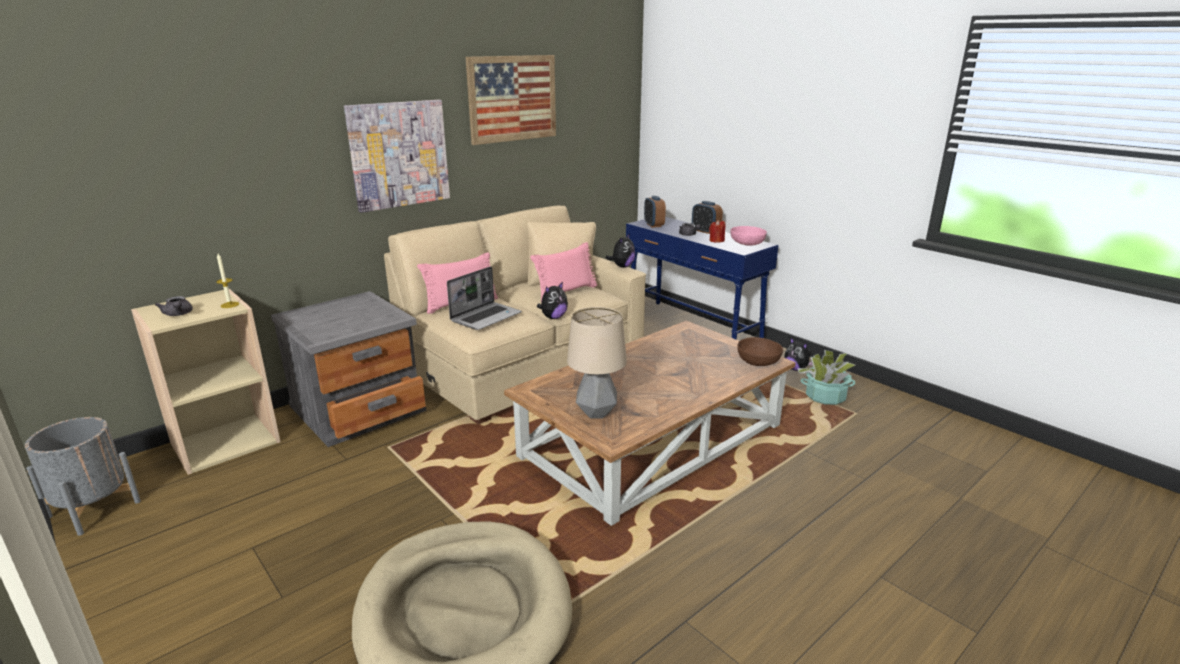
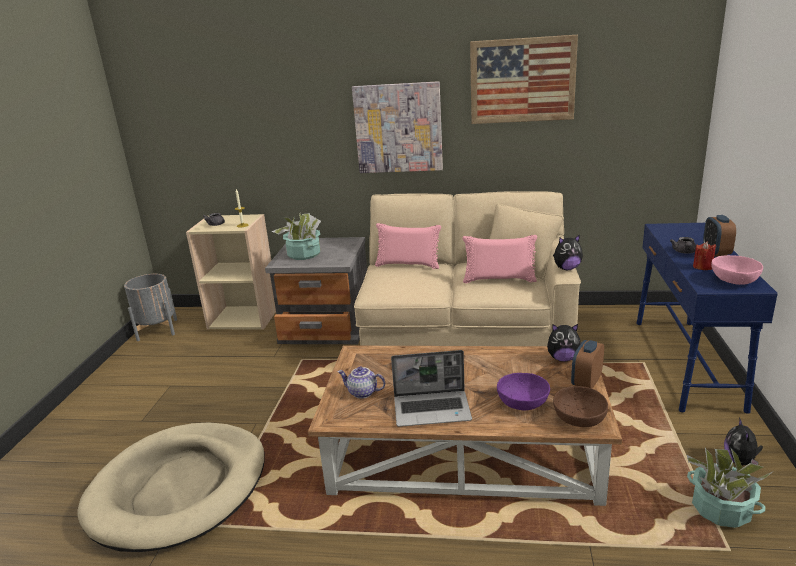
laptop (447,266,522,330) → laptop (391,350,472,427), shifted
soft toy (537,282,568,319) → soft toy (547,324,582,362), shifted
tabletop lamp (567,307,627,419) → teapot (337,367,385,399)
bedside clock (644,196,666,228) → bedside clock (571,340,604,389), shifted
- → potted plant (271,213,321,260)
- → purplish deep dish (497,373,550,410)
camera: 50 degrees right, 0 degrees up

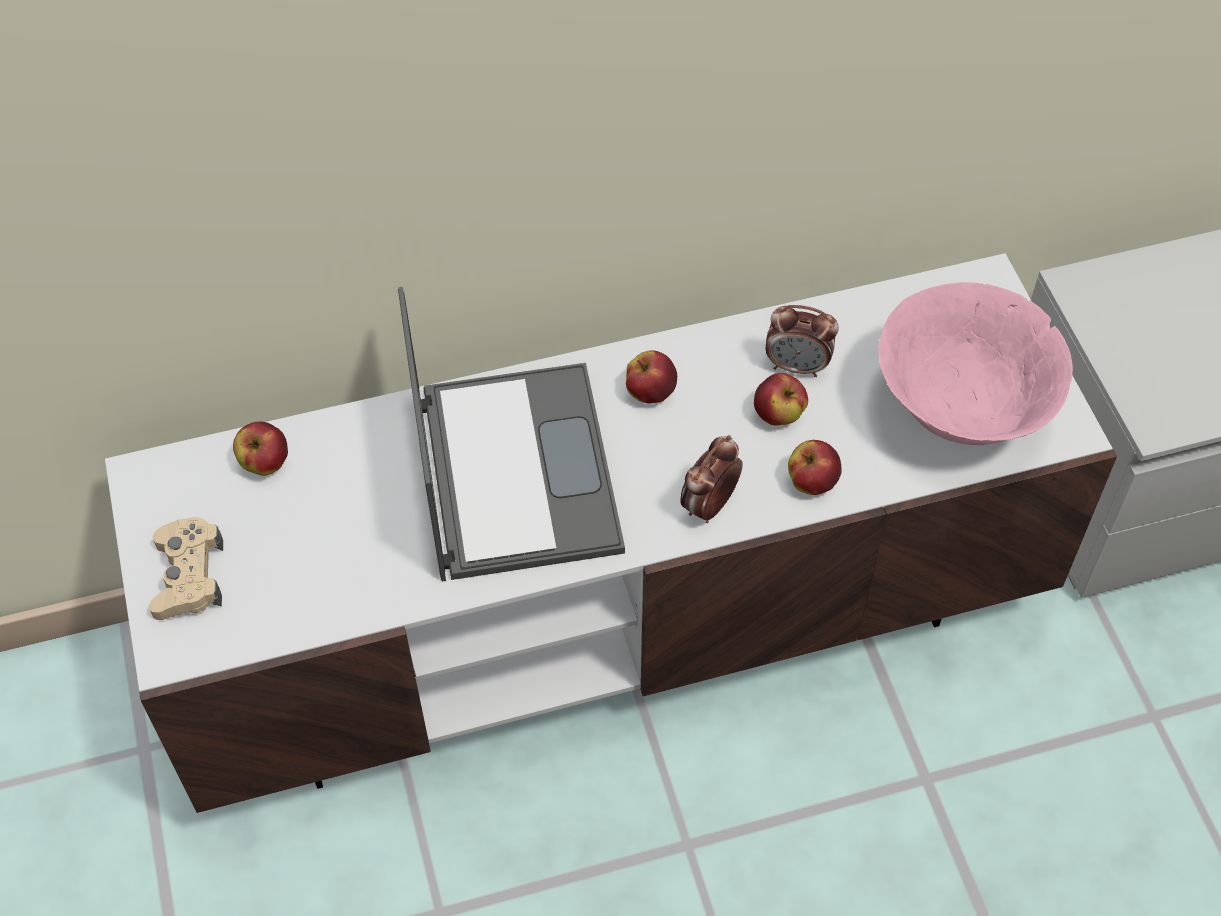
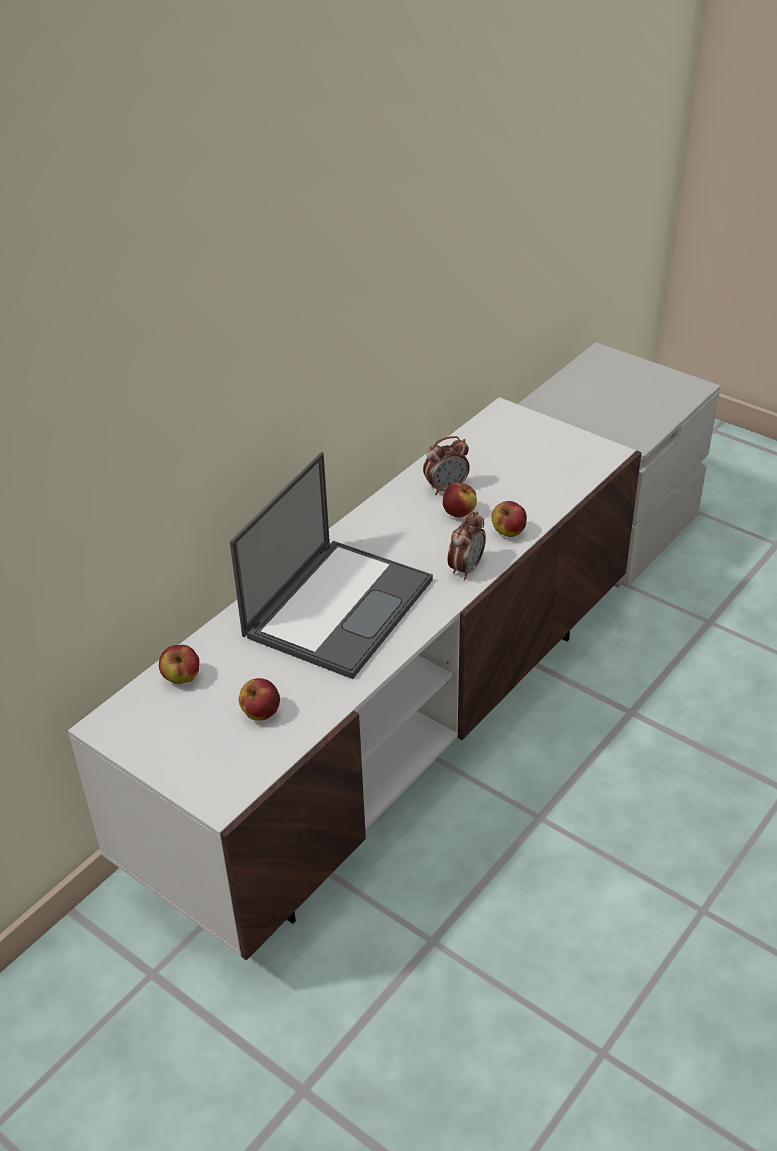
sand-coloured game controller (149,517,223,620) → -
laptop (398,287,625,581) → laptop (230,452,433,679), 75 degrees clockwise
apple fruit (626,350,677,403) → apple fruit (239,678,280,721), shifted
bedside clock (680,435,743,523) → bedside clock (447,511,486,579), 150 degrees counterclockwise
pink deep dish (878,282,1073,445) → -
camera: 35 degrees left, 15 degrees down

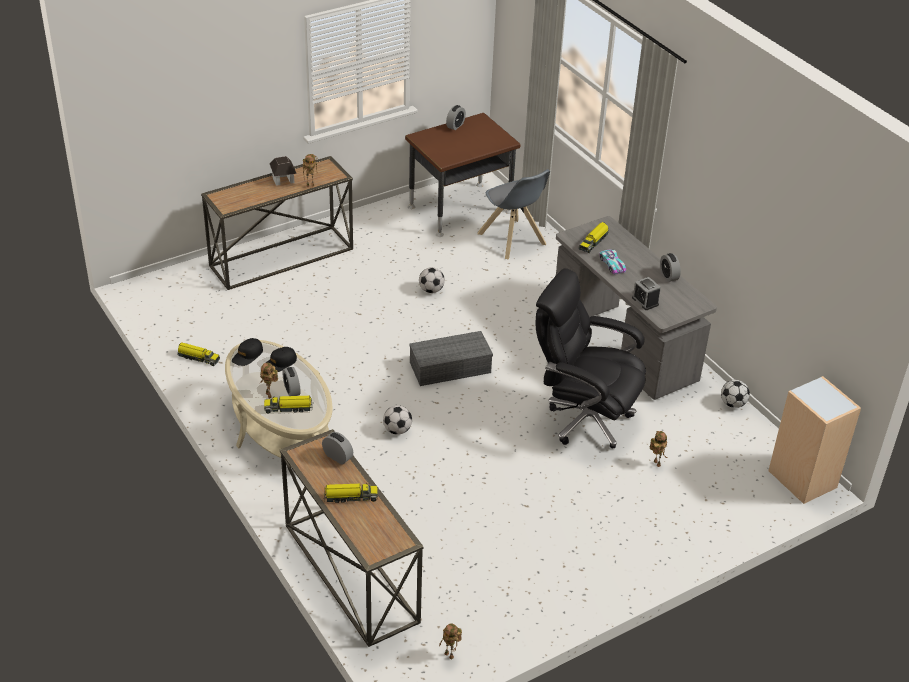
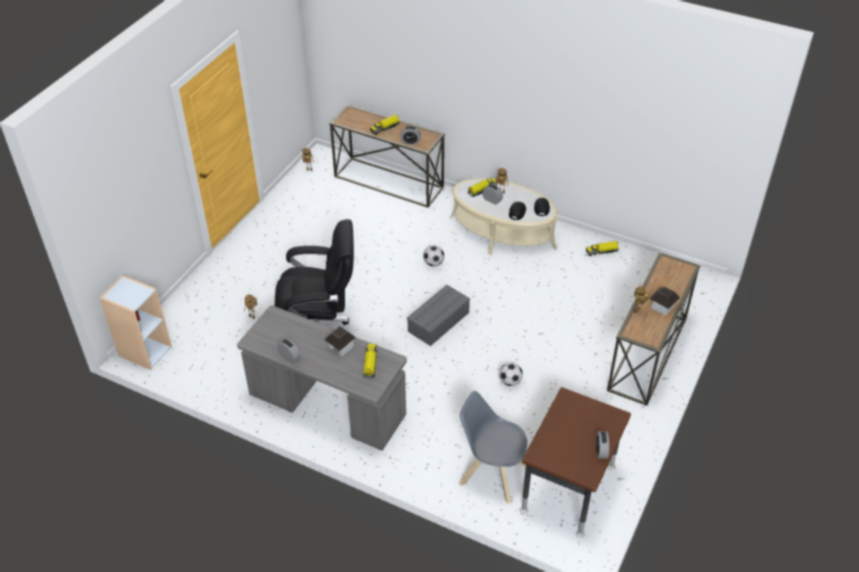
toy car (600,249,626,275) → toy house (324,326,356,356)
bedside clock (632,277,661,310) → -
football (721,380,750,408) → -
camera: 150 degrees right, 5 degrees up

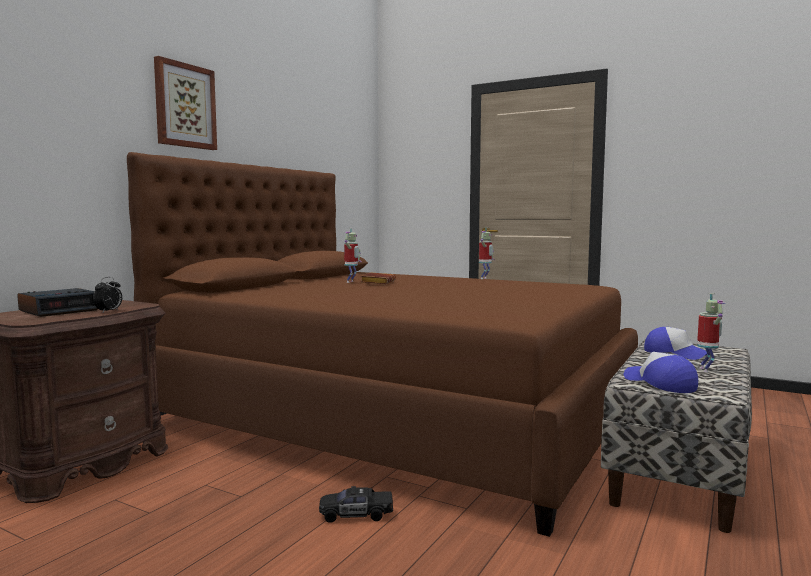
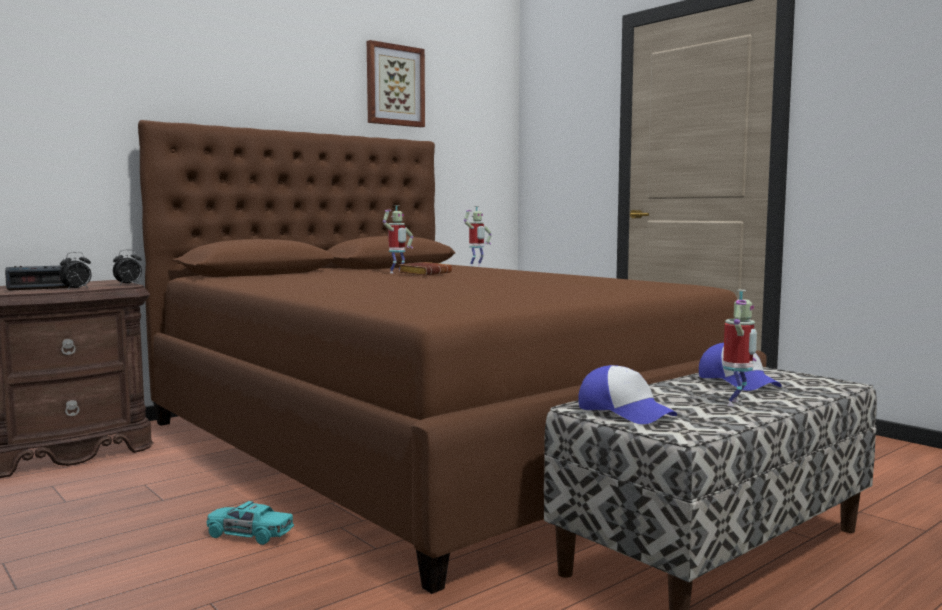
picture (154,56,217,150) → picture (367,40,425,127), shifted
black toy car (319,486,393,523) → turquoise-coloured toy car (206,501,294,545)
toy robot (479,227,495,279) → toy robot (464,206,492,266), shifted
peaked cap (624,352,698,393) → peaked cap (578,365,677,424), 150 degrees clockwise
- → bedside clock (113,250,142,285)
camera: 20 degrees right, 0 degrees up

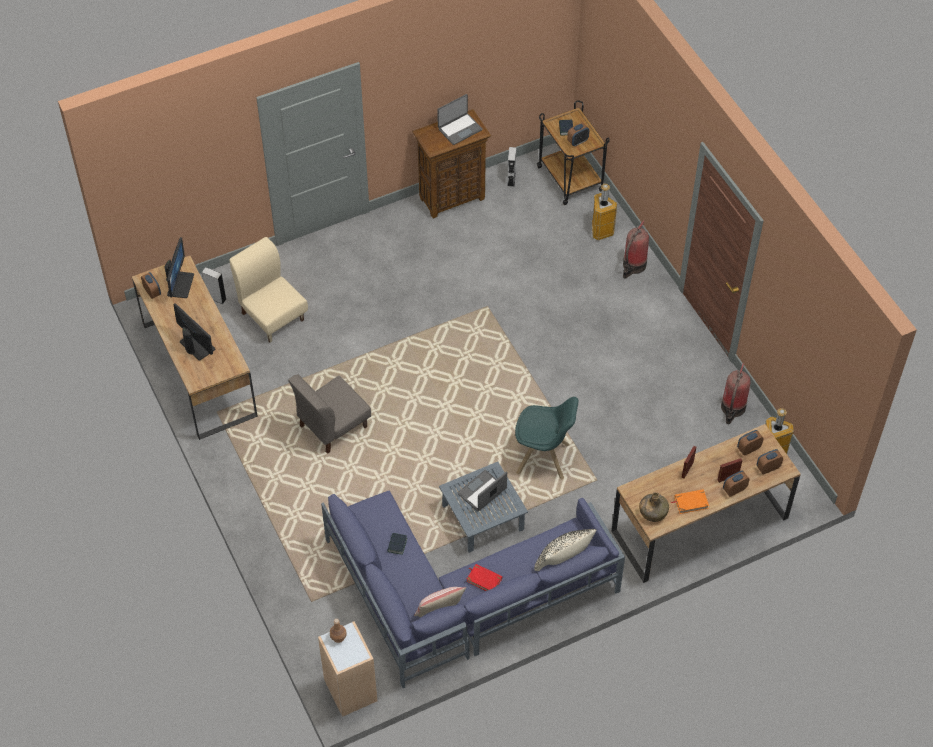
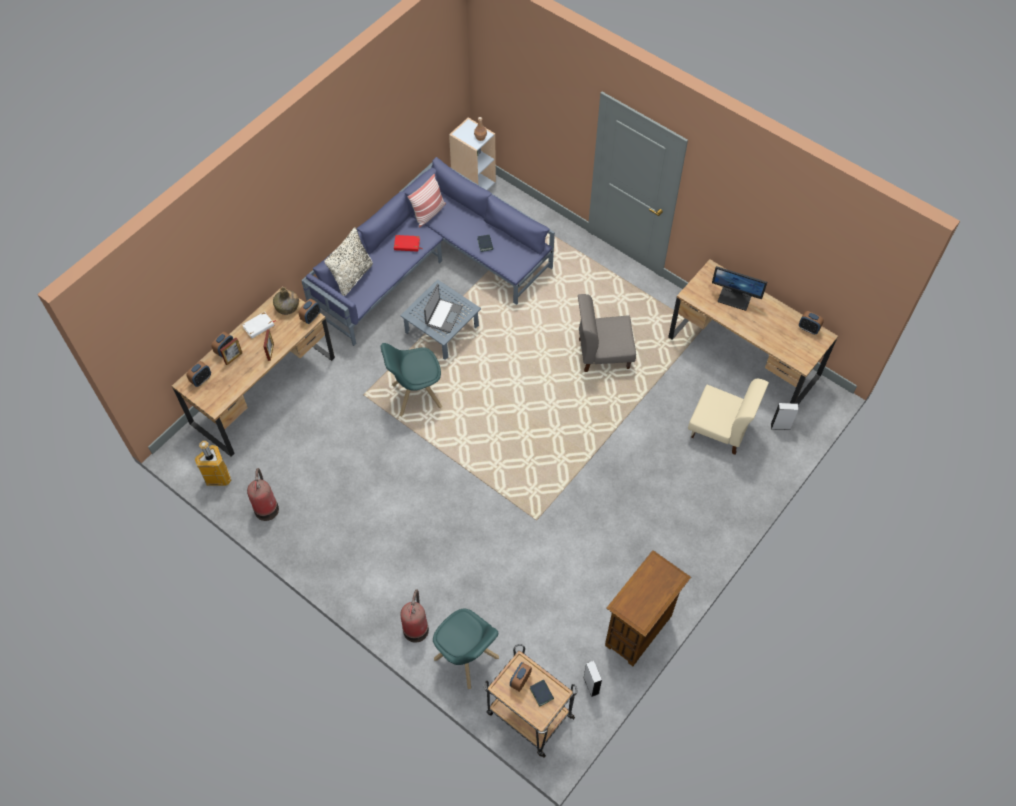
computer display (165,237,194,298) → -
gray chair (288,375,371,454) → gray chair (578,294,636,372), 120 degrees counterclockwise
laptop (437,94,483,145) → -
waste bin (592,184,617,240) → turquoise-coloured chair (433,609,499,689)
orange book (671,489,709,514) → white book (242,312,276,338)
bedside clock (737,430,764,455) → bedside clock (299,299,320,324), shifted
camera: 155 degrees right, 5 degrees up

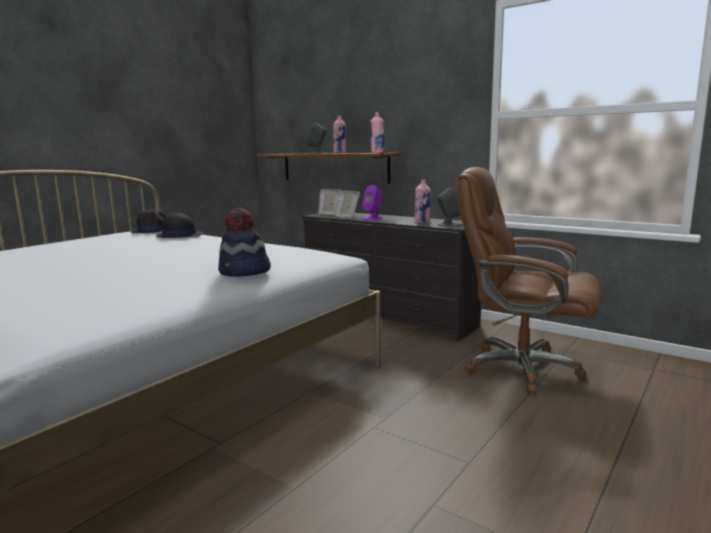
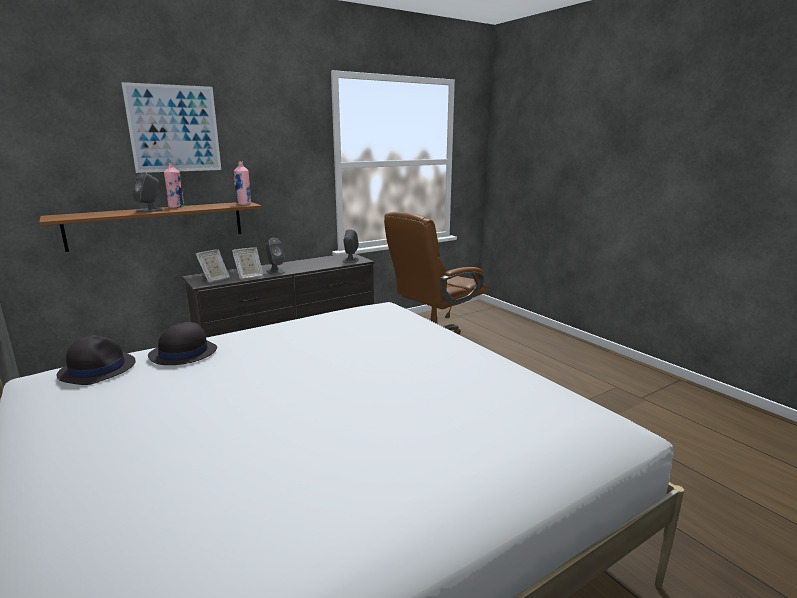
wearable hat (218,208,271,277) → -
purplish loudspeaker (362,185,383,221) → gray loudspeaker (266,238,285,275)
pink drink bottle (415,179,431,224) → -
- → picture (121,82,221,173)
camera: 70 degrees left, 5 degrees up

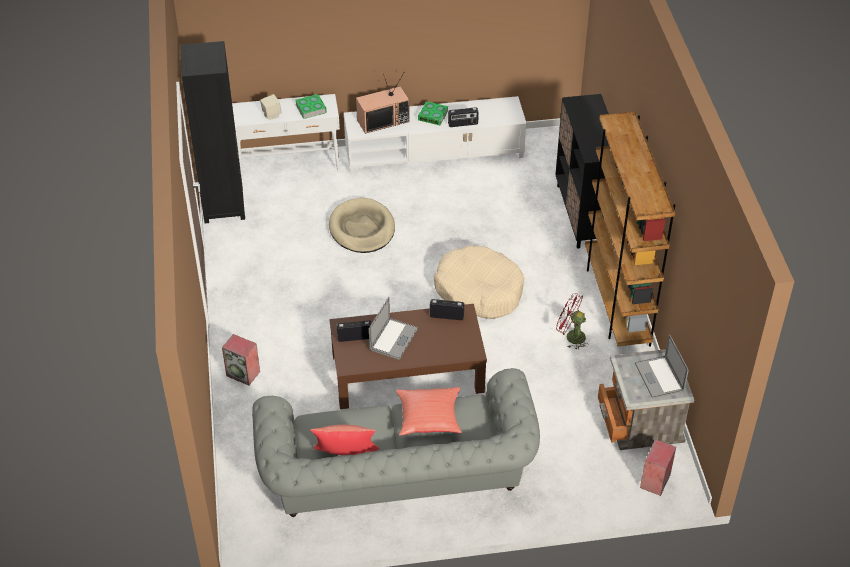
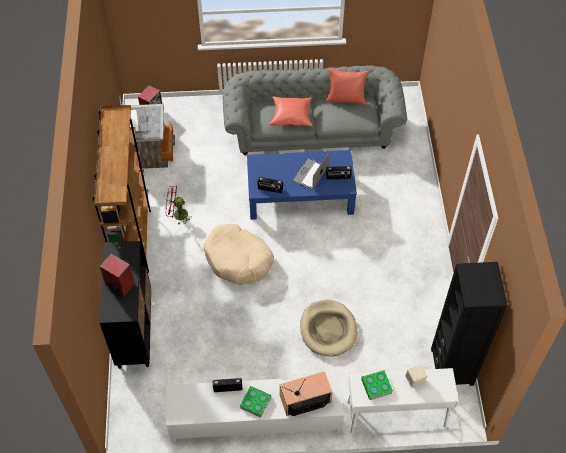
loudspeaker (222,334,260,385) → loudspeaker (100,254,135,296), shifted
brownish coffee table (329,304,487,409) → bluish coffee table (247,150,357,220)
red-coloured electric fan (556,293,589,350) → red-coloured electric fan (166,186,192,225), 150 degrees clockwise
camera: 175 degrees left, 10 degrees up

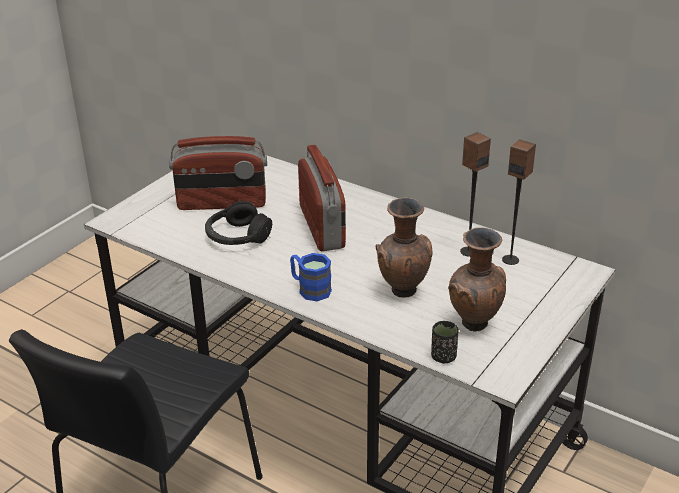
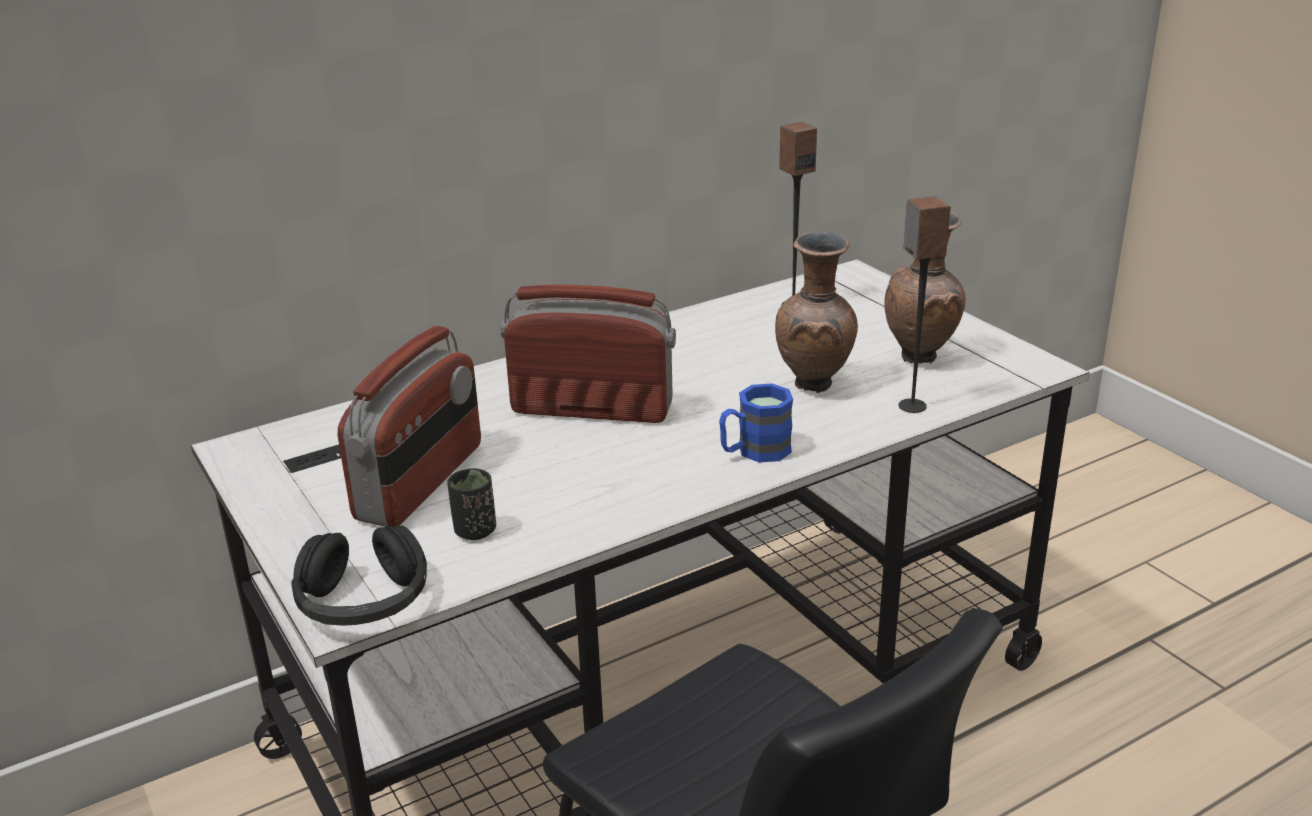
black headphones (205,201,272,245) → black headphones (292,525,427,626), shifted
black cup (431,321,458,363) → black cup (447,468,496,540), shifted
loudspeaker (460,132,491,256) → loudspeaker (898,196,951,413), shifted
camera: 65 degrees left, 5 degrees down

